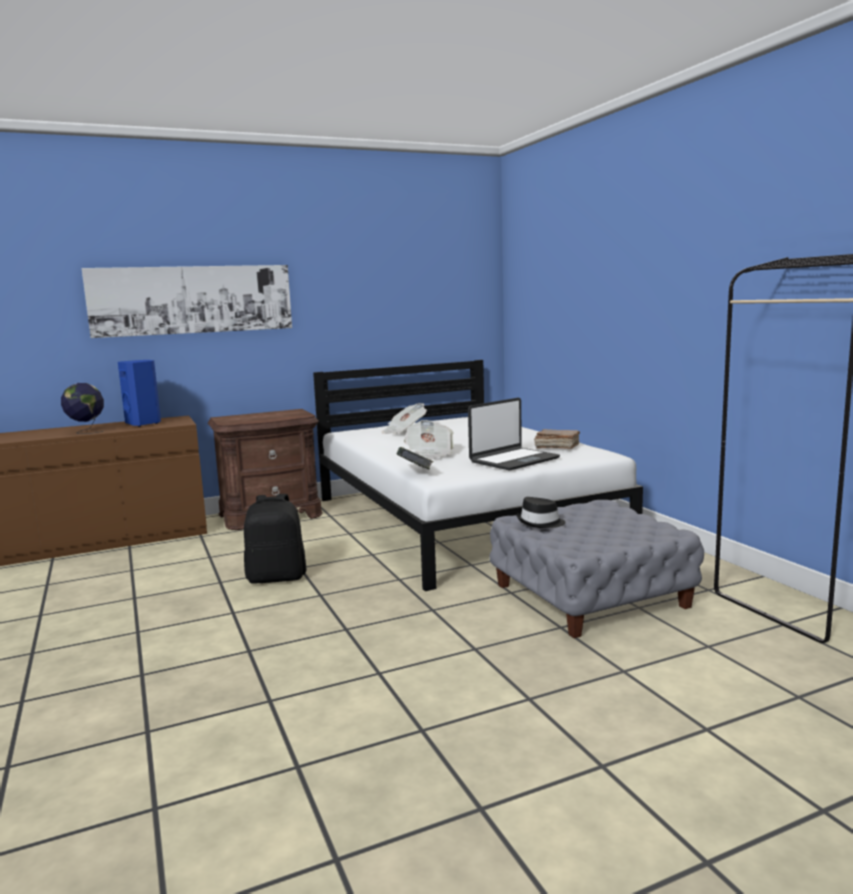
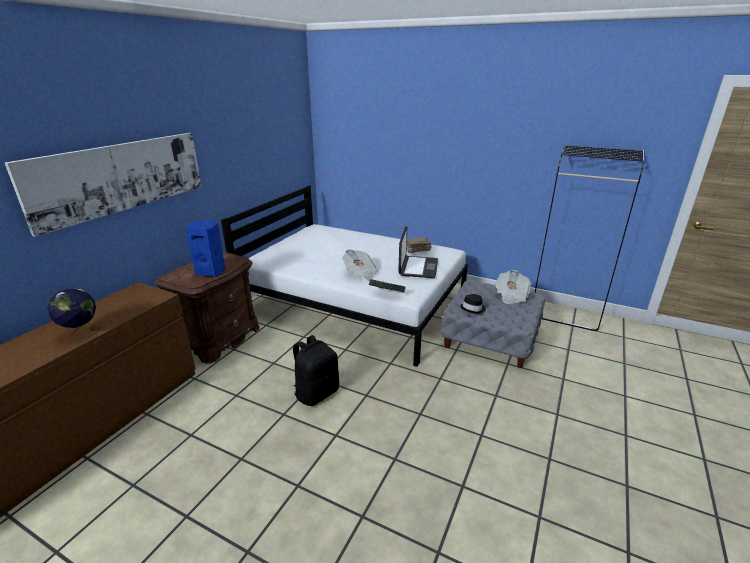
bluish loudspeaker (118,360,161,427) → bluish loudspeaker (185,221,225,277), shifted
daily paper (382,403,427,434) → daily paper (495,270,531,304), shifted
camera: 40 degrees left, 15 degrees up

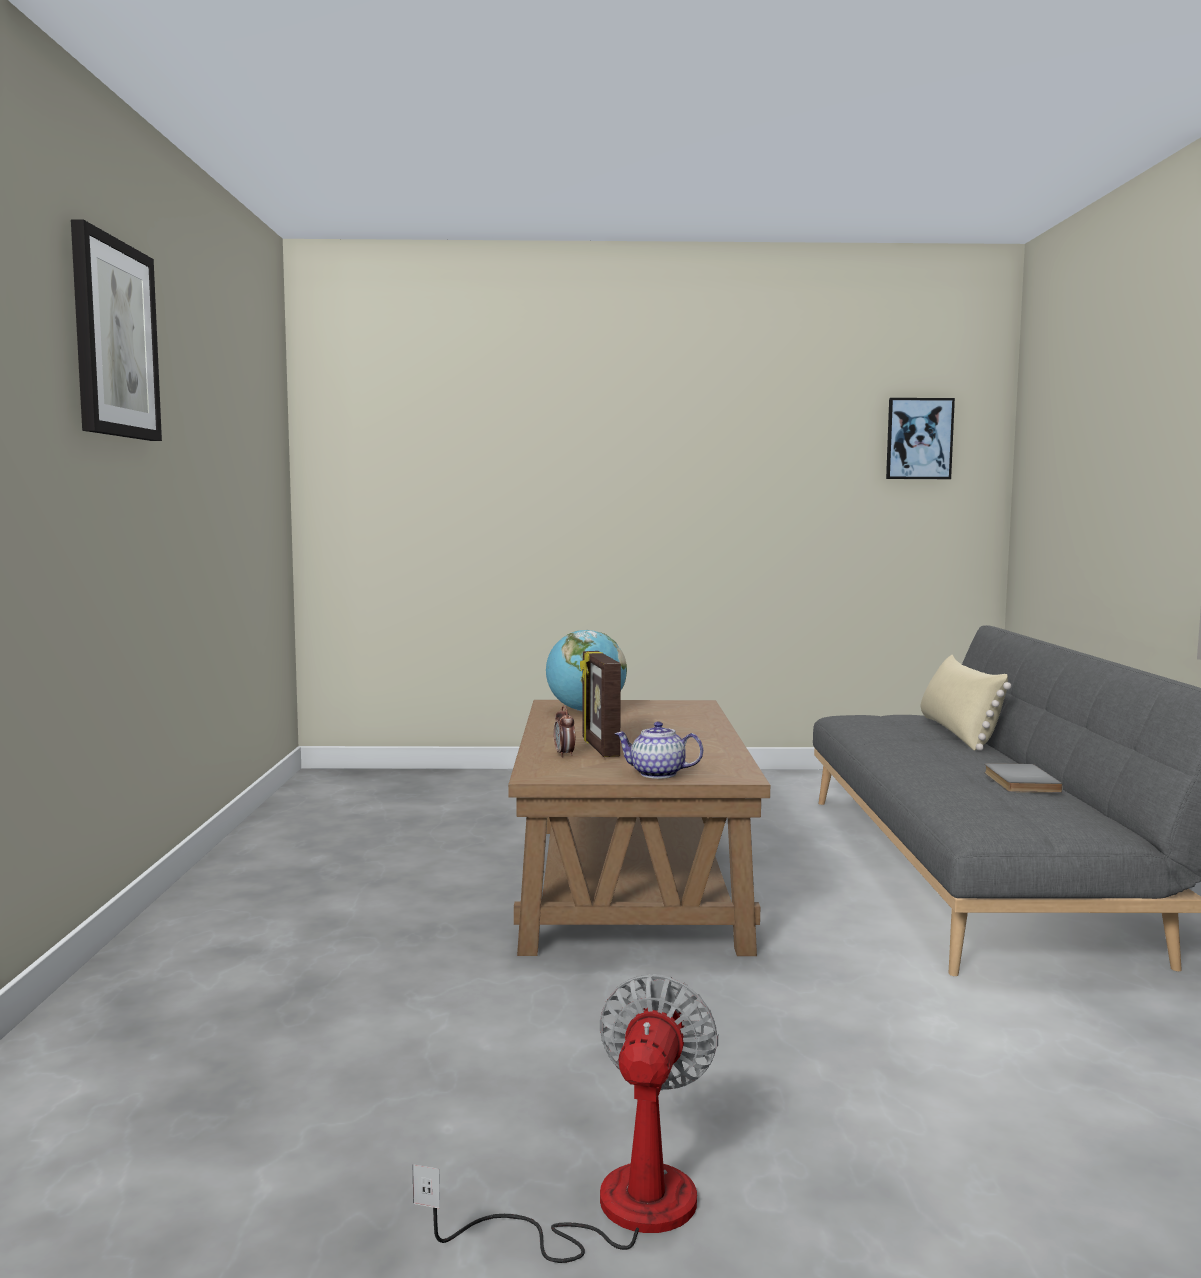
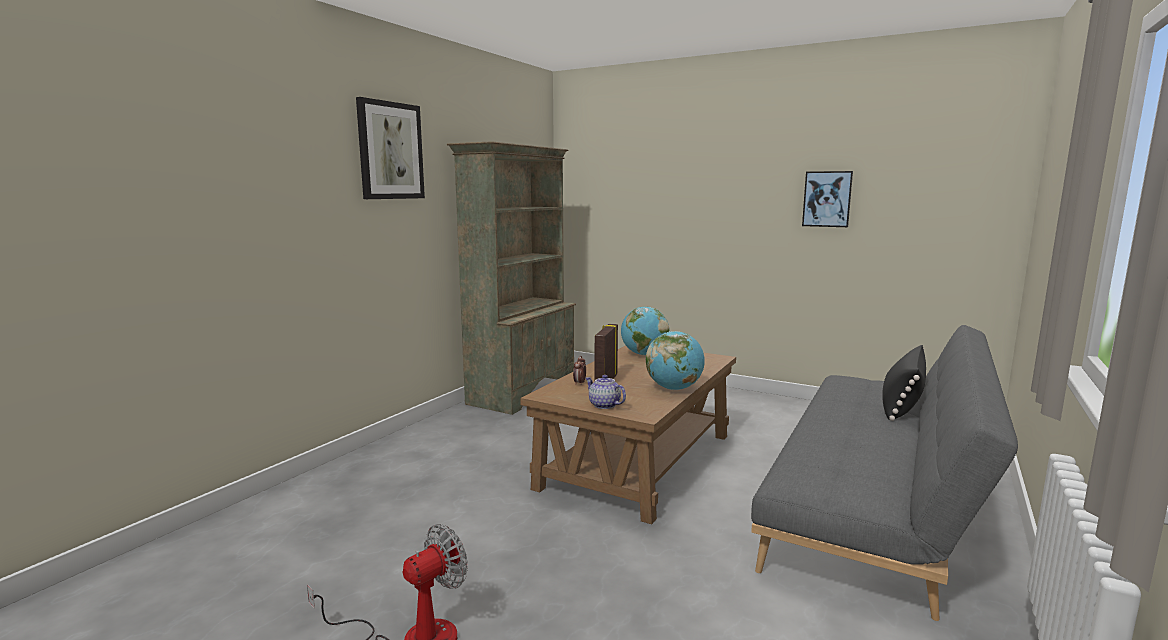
picture (886,398,955,479) → picture (802,171,853,227), shifted
sand-coloured throw pillow (921,655,1011,751) → black throw pillow (882,345,926,421)
gray book (984,763,1063,793) → -
- → greenish shelving unit (446,141,576,415)
- → world globe (646,331,705,390)
camera: 30 degrees right, 5 degrees up

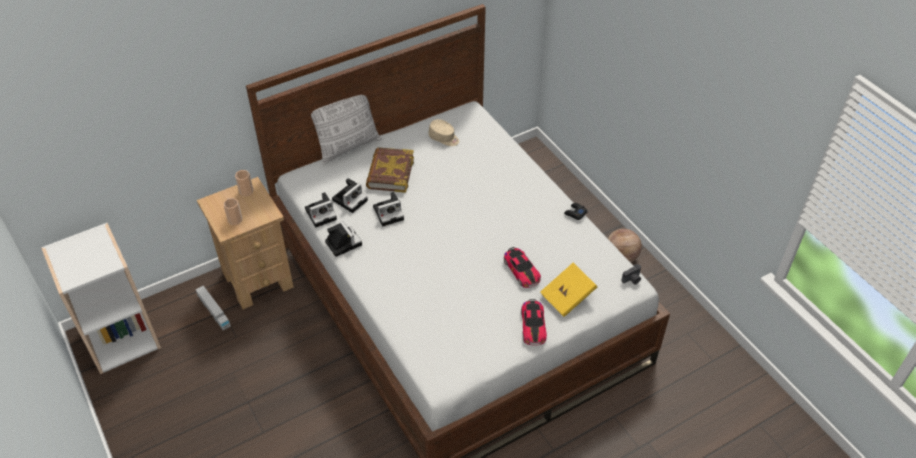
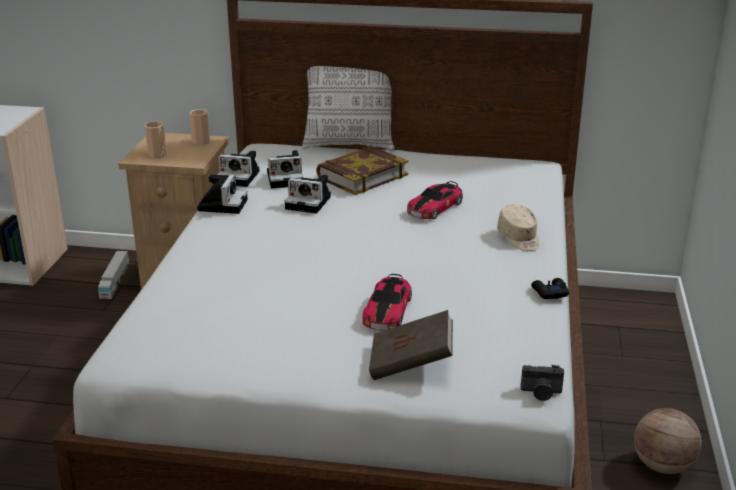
sand-coloured peaked cap (429,119,459,146) → sand-coloured peaked cap (497,204,539,251), shifted
toy car (521,299,547,346) → toy car (407,181,463,219), shifted
yellow-coloured book (540,263,597,317) → brownish book (369,310,453,380)
camera: 40 degrees right, 20 degrees down

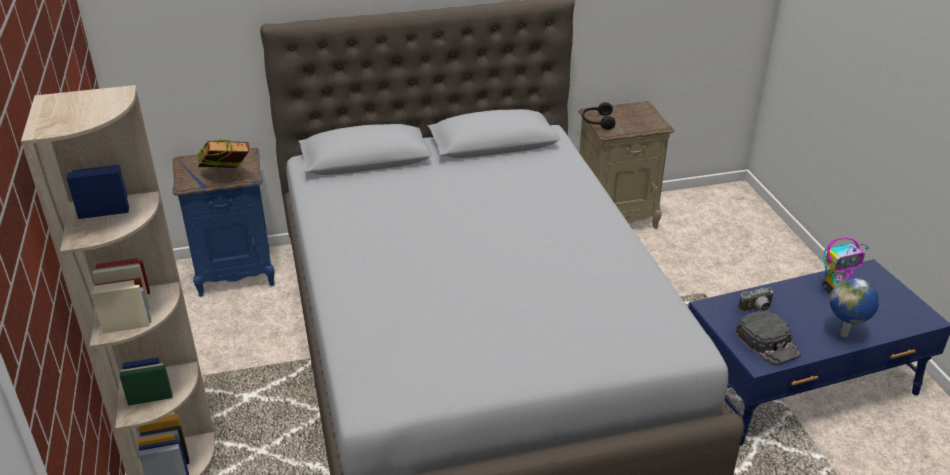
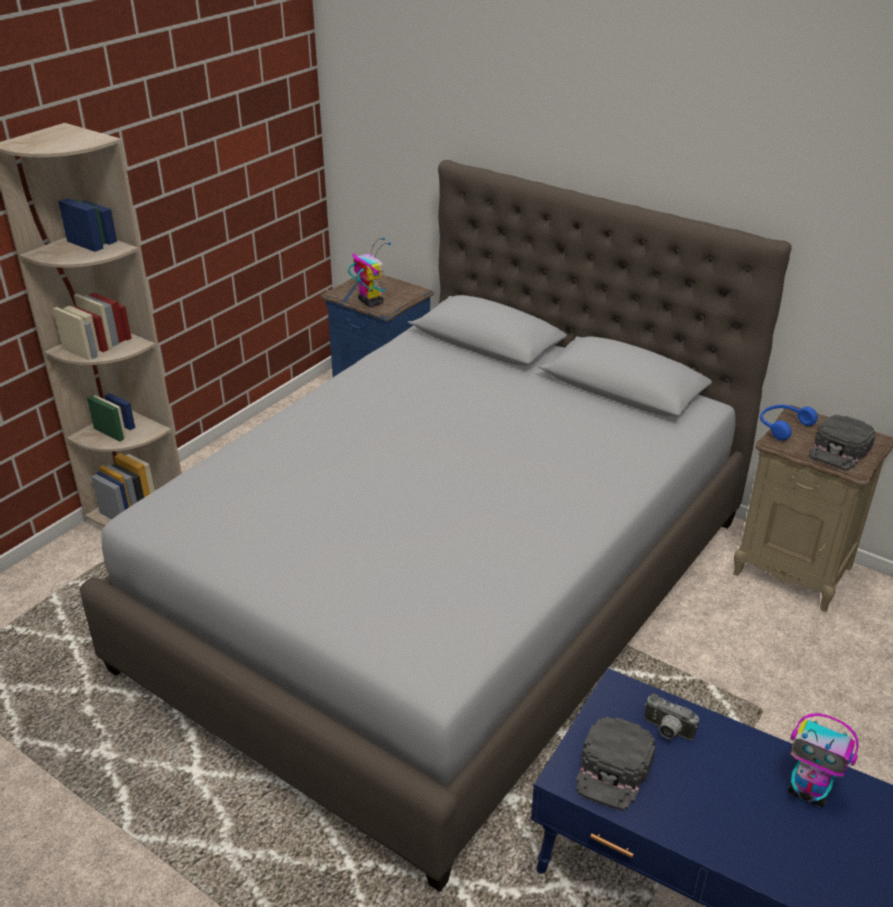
book (197,139,249,169) → toy robot (348,237,391,307)
black headphones (582,102,615,130) → bluish headphones (760,405,818,441)
world globe (830,278,879,337) → -
- → black peaked cap (809,414,875,471)
camera: 50 degrees right, 0 degrees up

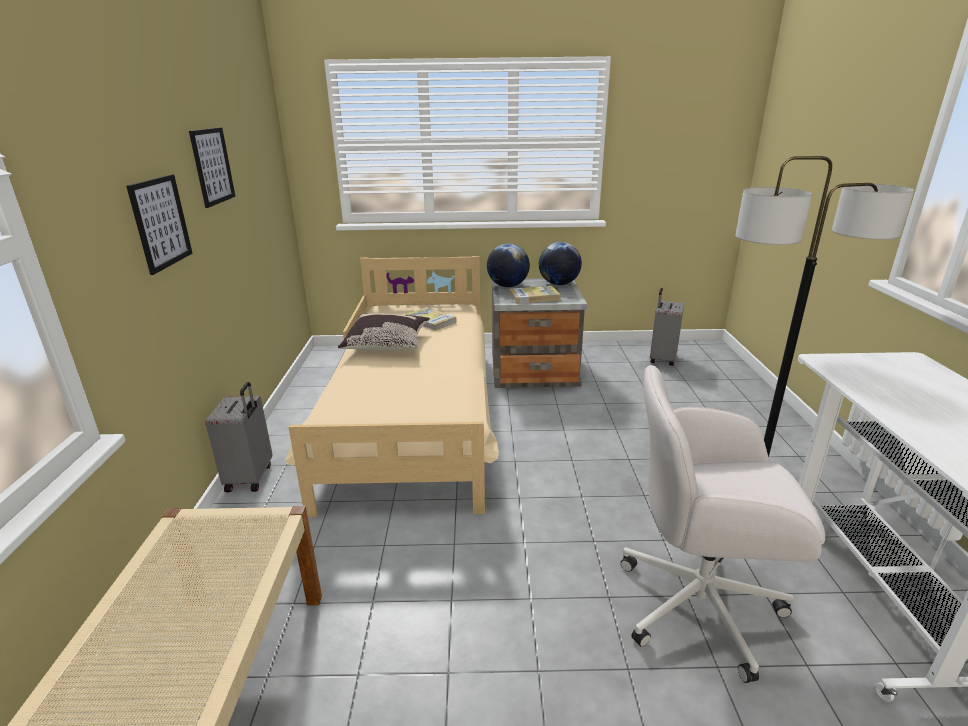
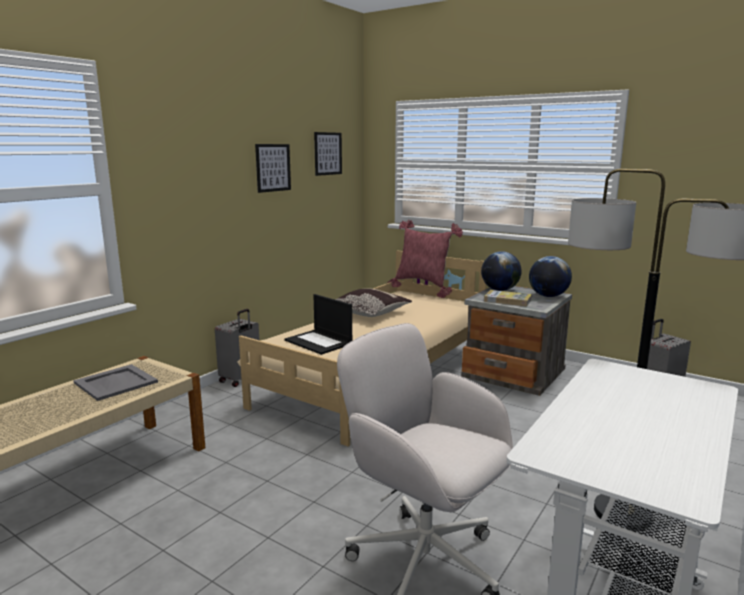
picture (126,174,193,275) → picture (314,132,342,176), shifted
book (405,307,456,331) → -
- → gray serving tray (73,364,158,401)
- → laptop (285,294,352,355)
- → red-coloured throw pillow (387,220,463,298)
camera: 35 degrees right, 10 degrees down

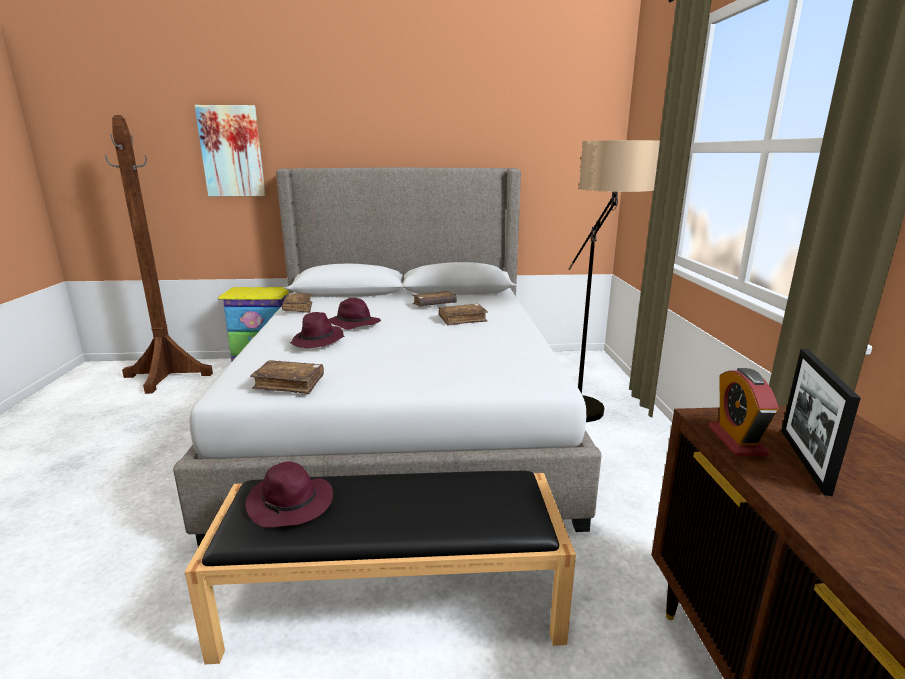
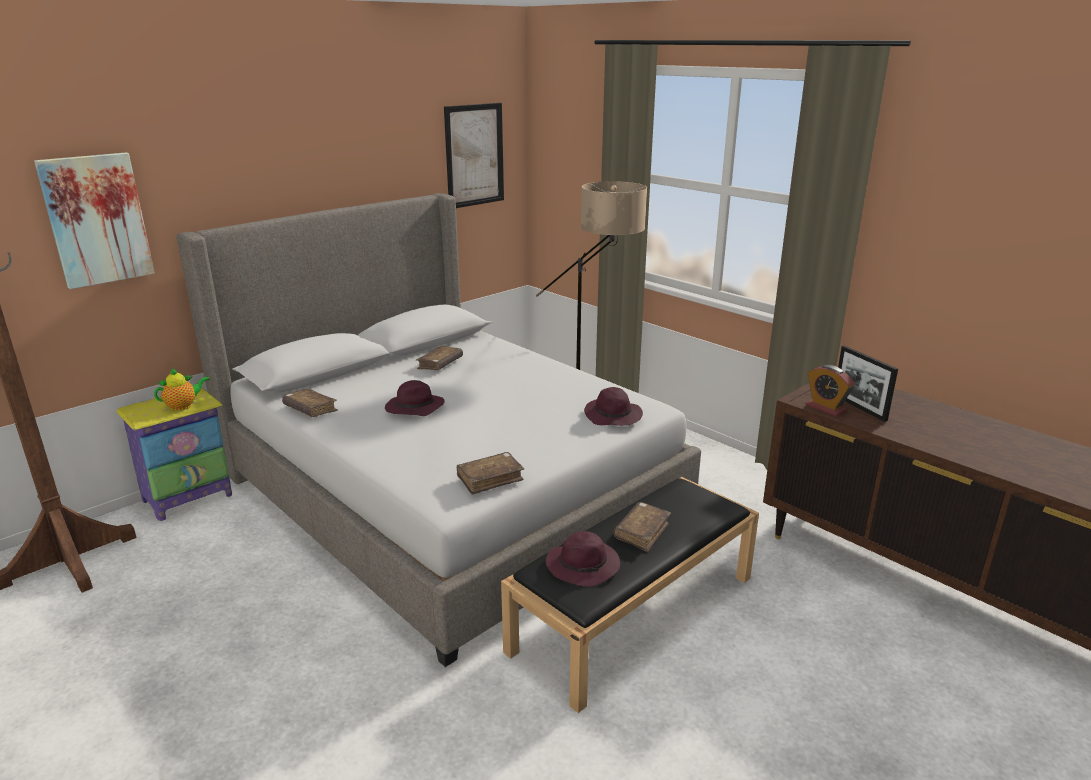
purplish wearable hat (290,312,344,348) → purplish wearable hat (584,387,643,426), shifted
brownish book (439,304,488,325) → brownish book (614,502,671,552), shifted
- → teapot (154,368,210,411)
- → picture (444,103,504,208)
camera: 40 degrees left, 5 degrees up

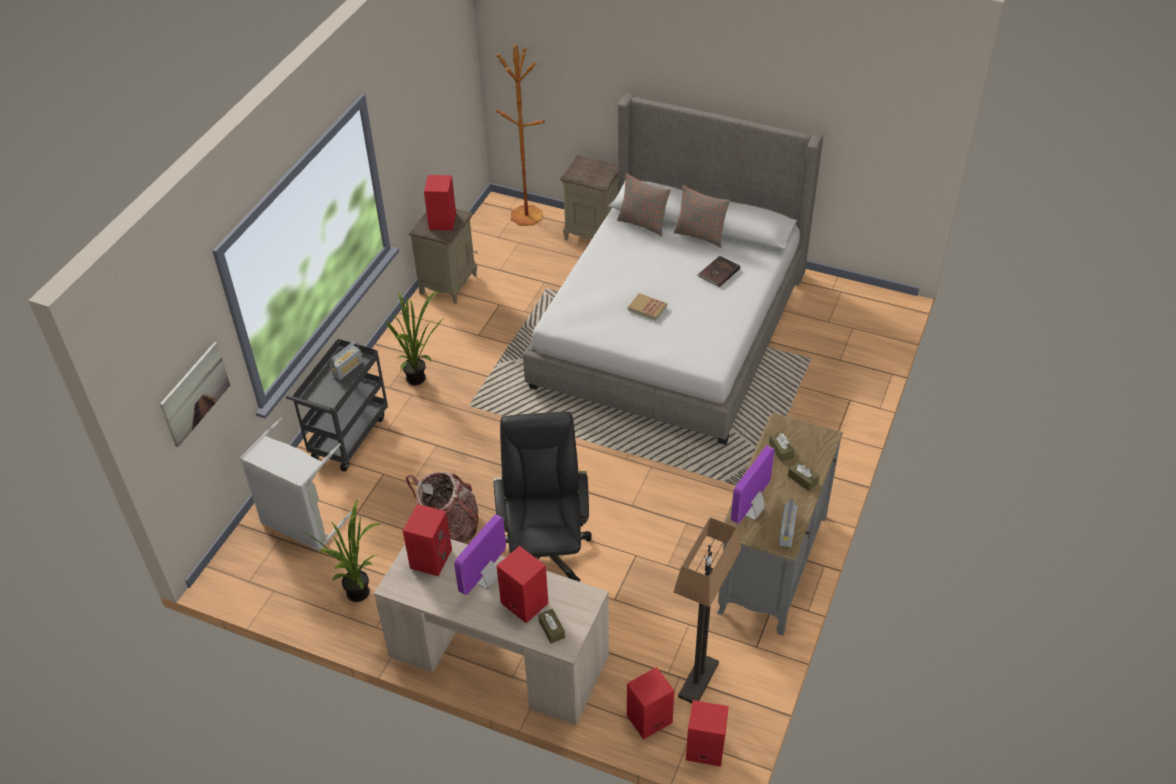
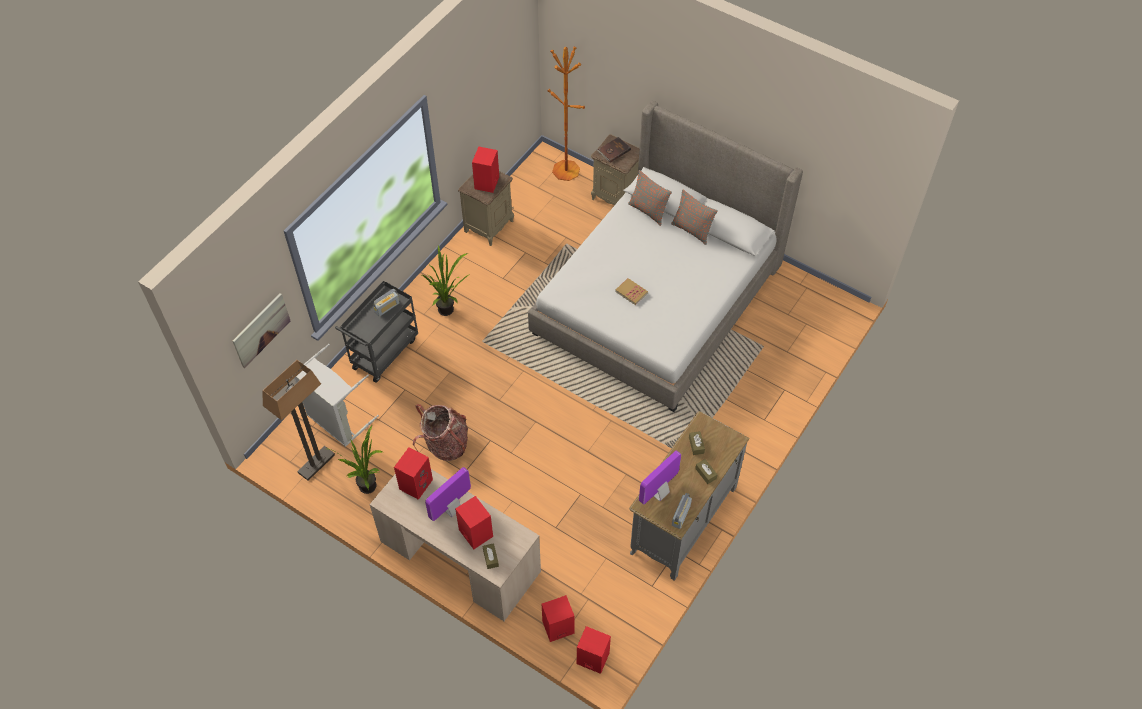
black desk chair (494,412,592,582) → -
standing lamp (674,517,741,703) → standing lamp (262,360,335,481), shifted
brownish book (697,256,740,287) → brownish book (597,137,631,163), shifted
camera: 10 degrees right, 10 degrees up

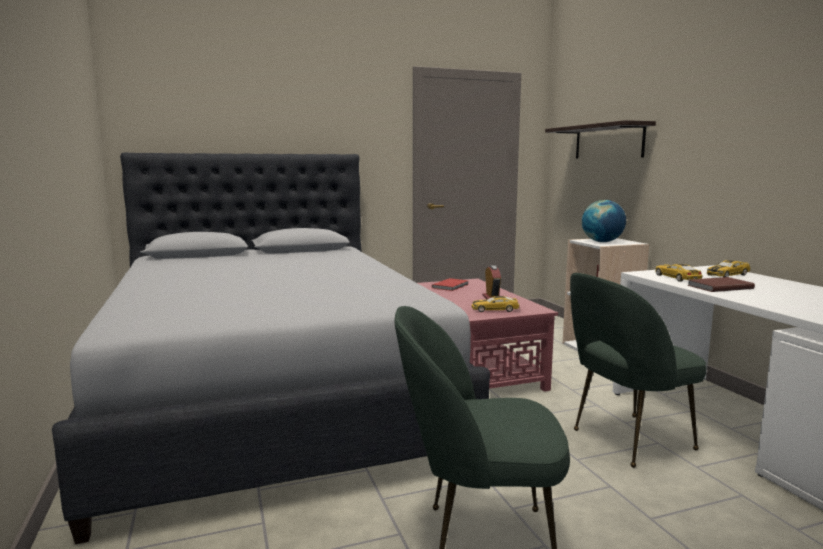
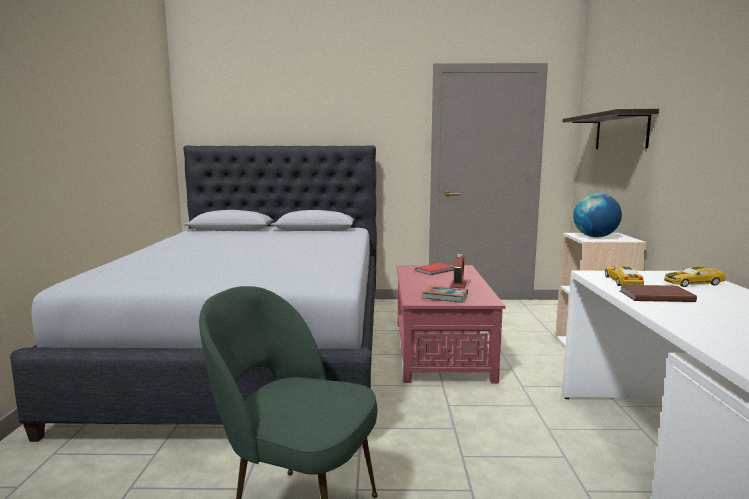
toy car (472,296,520,312) → book (422,286,468,303)
greenish chair (570,273,706,468) → -
camera: 20 degrees right, 0 degrees up

